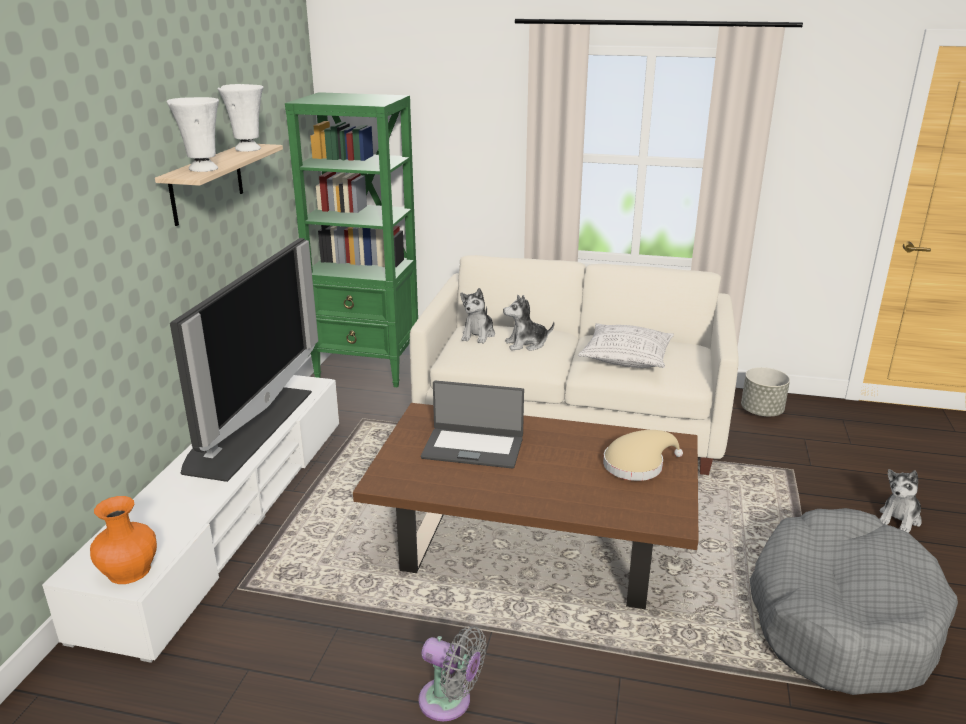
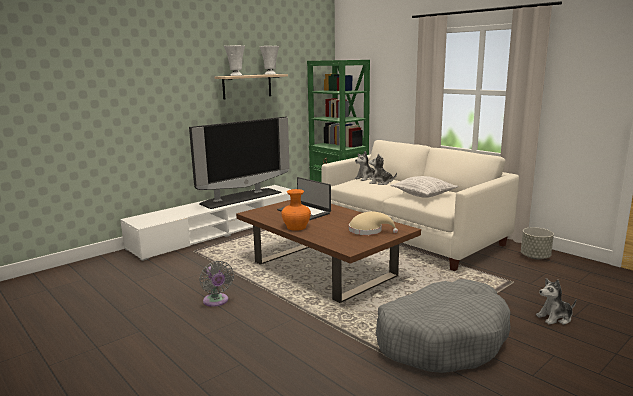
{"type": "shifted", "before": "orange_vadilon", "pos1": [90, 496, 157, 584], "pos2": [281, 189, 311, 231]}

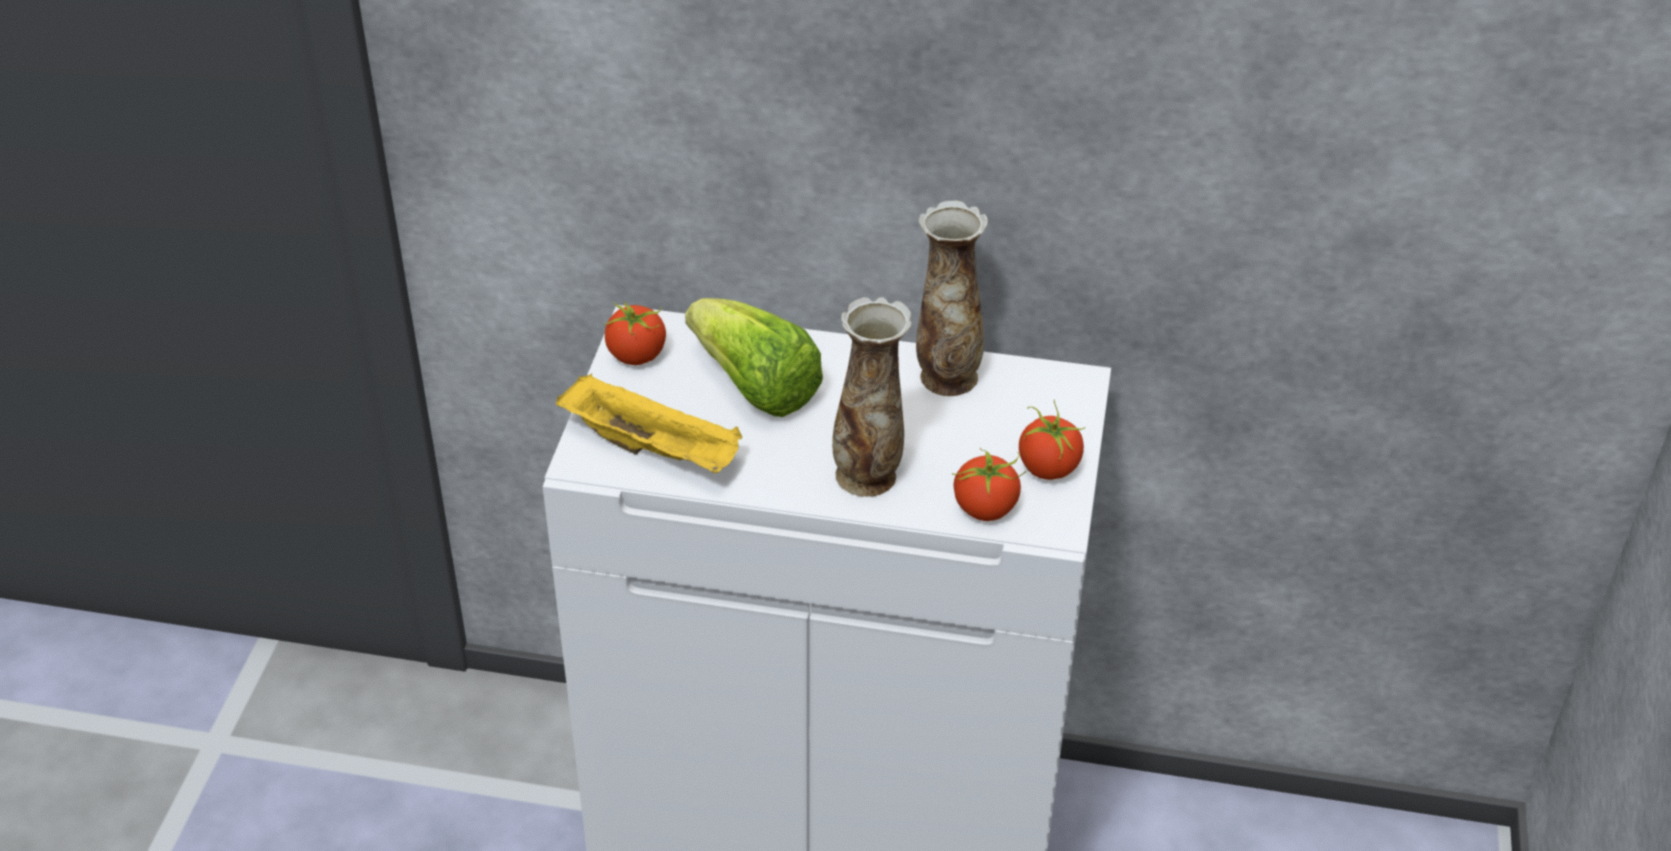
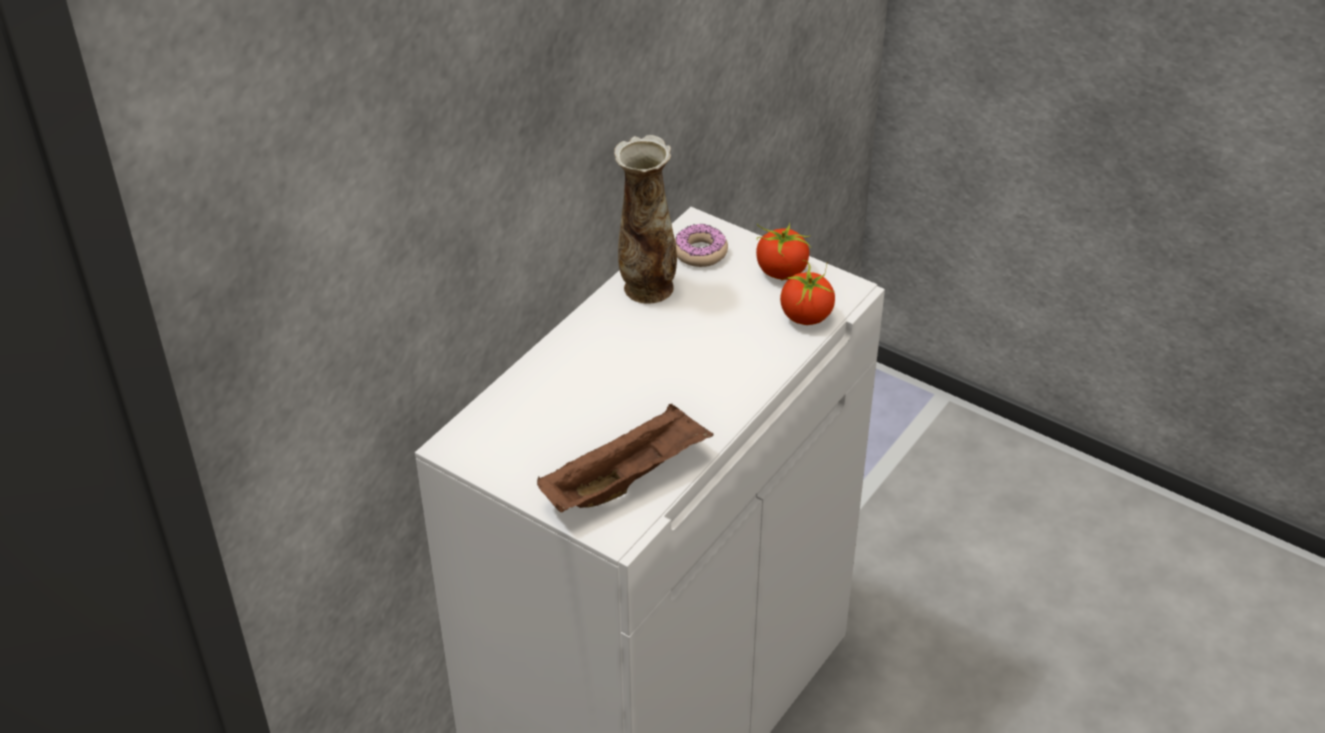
{"type": "gone", "before": "vadilon", "pos1": [832, 297, 912, 497]}
{"type": "gone", "before": "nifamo", "pos1": [685, 298, 823, 417]}
{"type": "gone", "before": "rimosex", "pos1": [605, 302, 666, 365]}
{"type": "repainted", "before": "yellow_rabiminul", "after": "brown_rabiminul", "pos1": [556, 374, 742, 473], "pos2": [537, 404, 714, 512]}
{"type": "new", "after": "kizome", "pos2": [675, 223, 728, 267]}

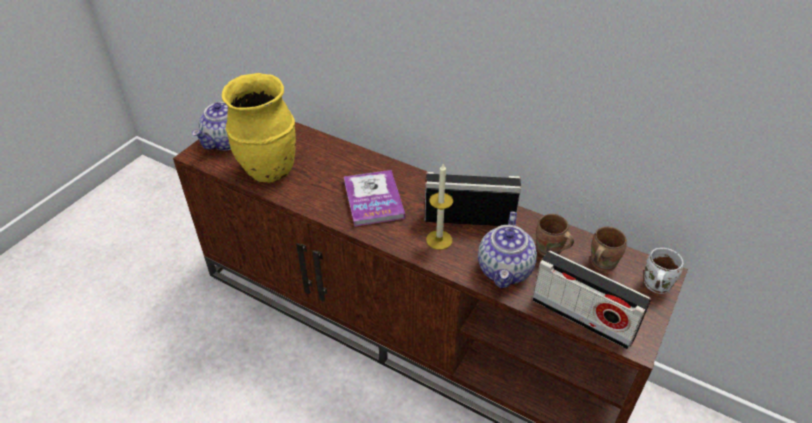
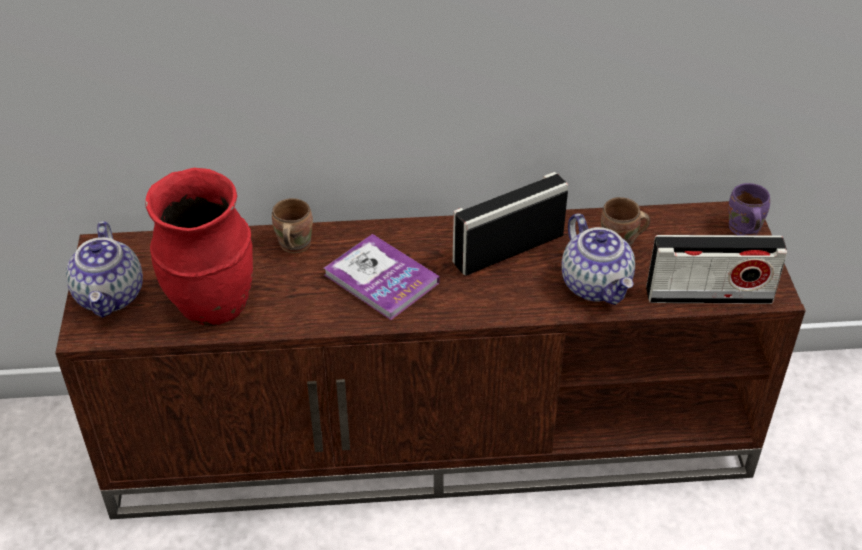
{"type": "repainted", "before": "yellow_vadilon", "after": "red_vadilon", "pos1": [222, 73, 296, 183], "pos2": [145, 168, 253, 325]}
{"type": "gone", "before": "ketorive", "pos1": [426, 164, 453, 250]}
{"type": "shifted", "before": "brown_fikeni", "pos1": [591, 227, 627, 272], "pos2": [272, 198, 313, 253]}
{"type": "repainted", "before": "white_fikeni", "after": "purple_fikeni", "pos1": [644, 248, 684, 294], "pos2": [729, 183, 770, 235]}

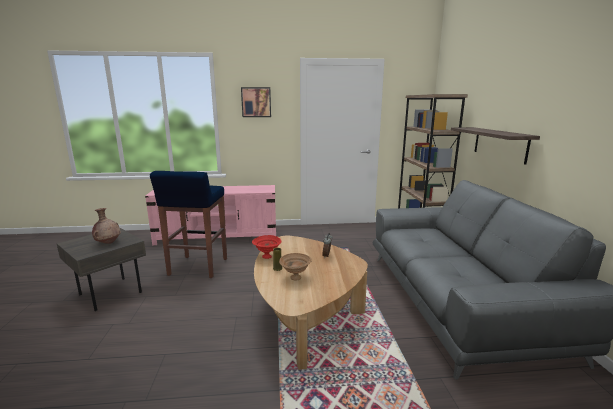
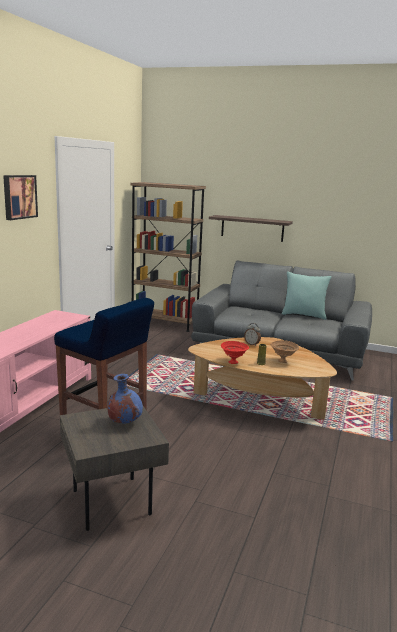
{"type": "repainted", "before": "brown_vadilon", "after": "blue_vadilon", "pos1": [92, 208, 121, 244], "pos2": [107, 374, 143, 423]}
{"type": "new", "after": "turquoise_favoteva", "pos2": [281, 271, 332, 320]}

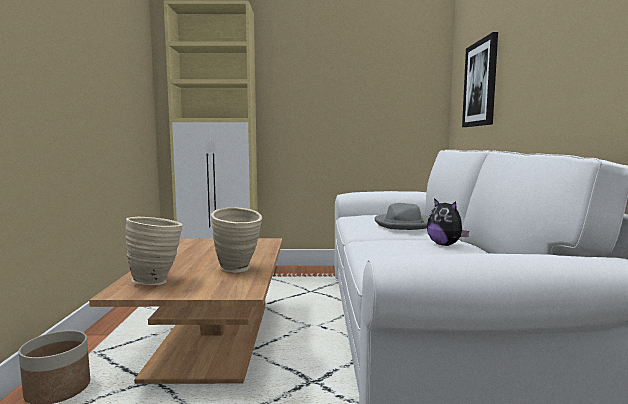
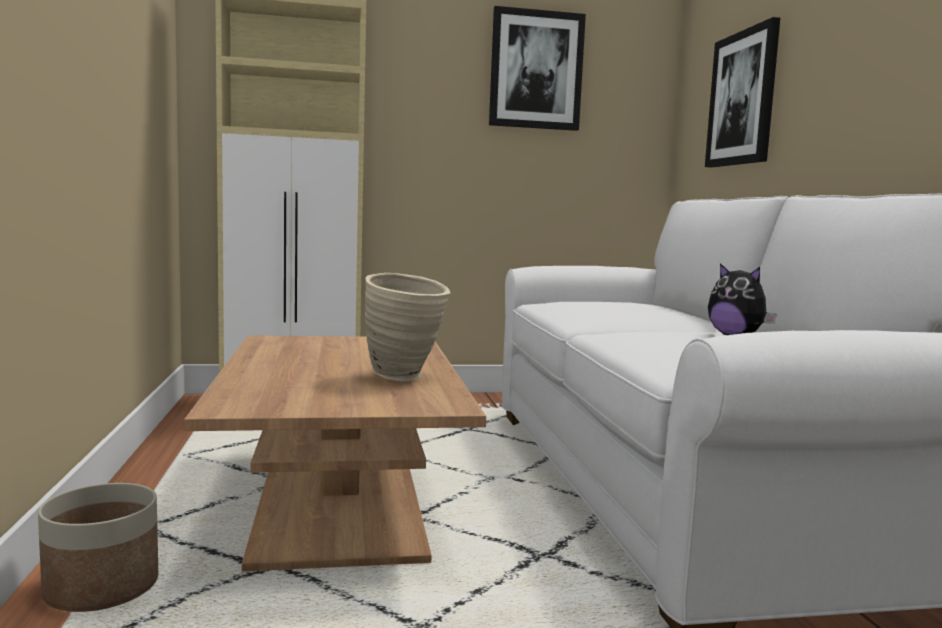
{"type": "gone", "before": "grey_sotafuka", "pos1": [375, 203, 429, 230]}
{"type": "gone", "before": "beige_vadilon", "pos1": [126, 217, 183, 285]}
{"type": "new", "after": "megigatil", "pos2": [489, 6, 586, 131]}

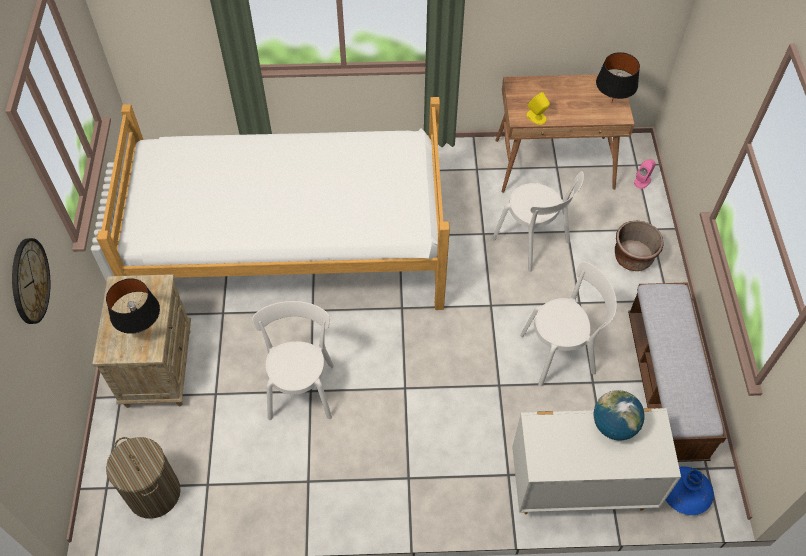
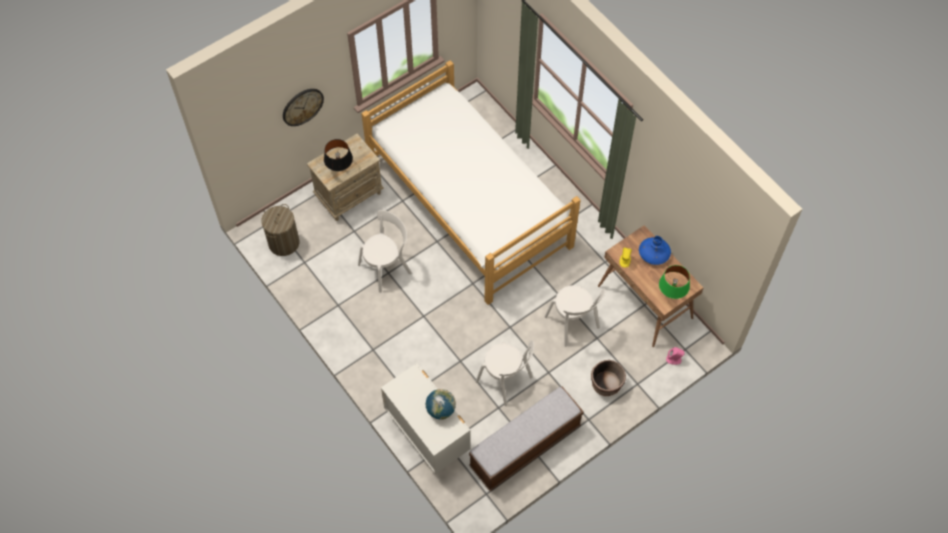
{"type": "repainted", "before": "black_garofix", "after": "green_garofix", "pos1": [596, 52, 640, 104], "pos2": [659, 265, 690, 299]}
{"type": "rotated", "before": "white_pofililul", "pos1": [492, 171, 584, 272], "pos2": [545, 285, 605, 347], "turn": -45}
{"type": "shifted", "before": "blue_vadilon", "pos1": [666, 467, 714, 515], "pos2": [639, 236, 671, 265]}

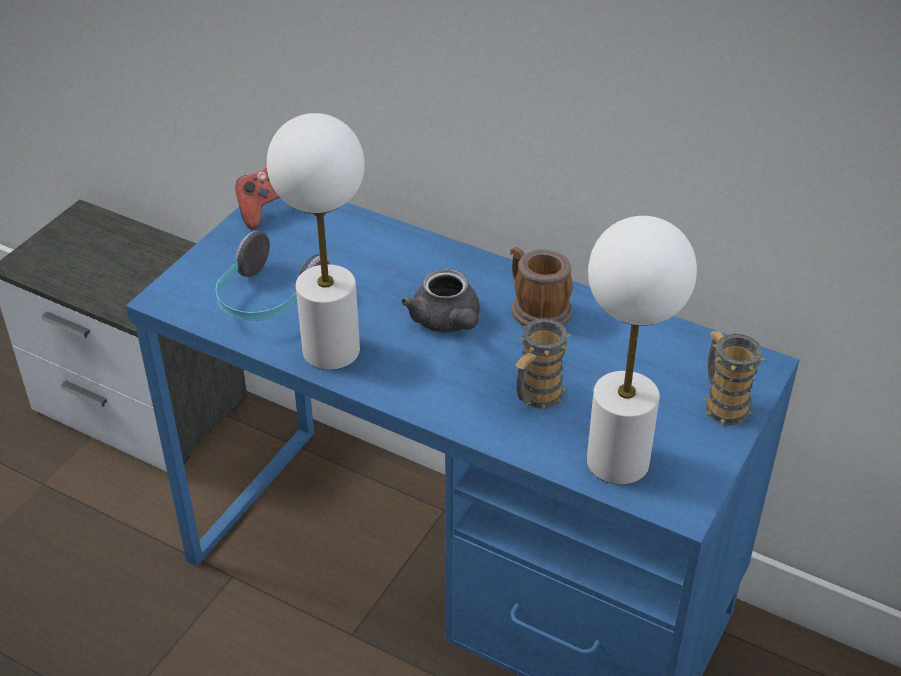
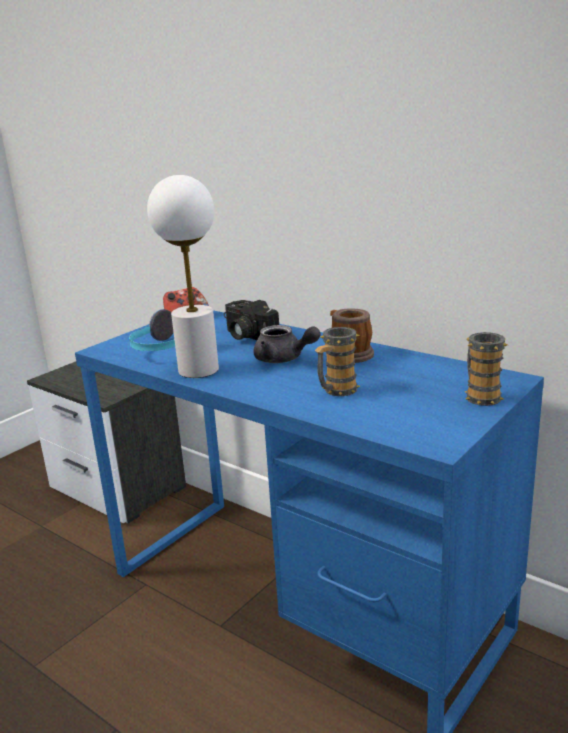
{"type": "gone", "before": "white_garofix", "pos1": [587, 216, 697, 485]}
{"type": "rotated", "before": "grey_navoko", "pos1": [401, 269, 480, 333], "pos2": [253, 325, 320, 363], "turn": -45}
{"type": "new", "after": "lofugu", "pos2": [224, 300, 279, 340]}

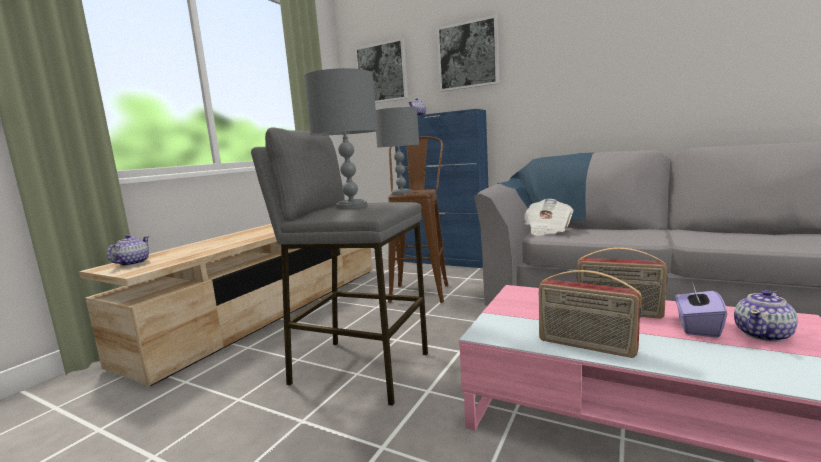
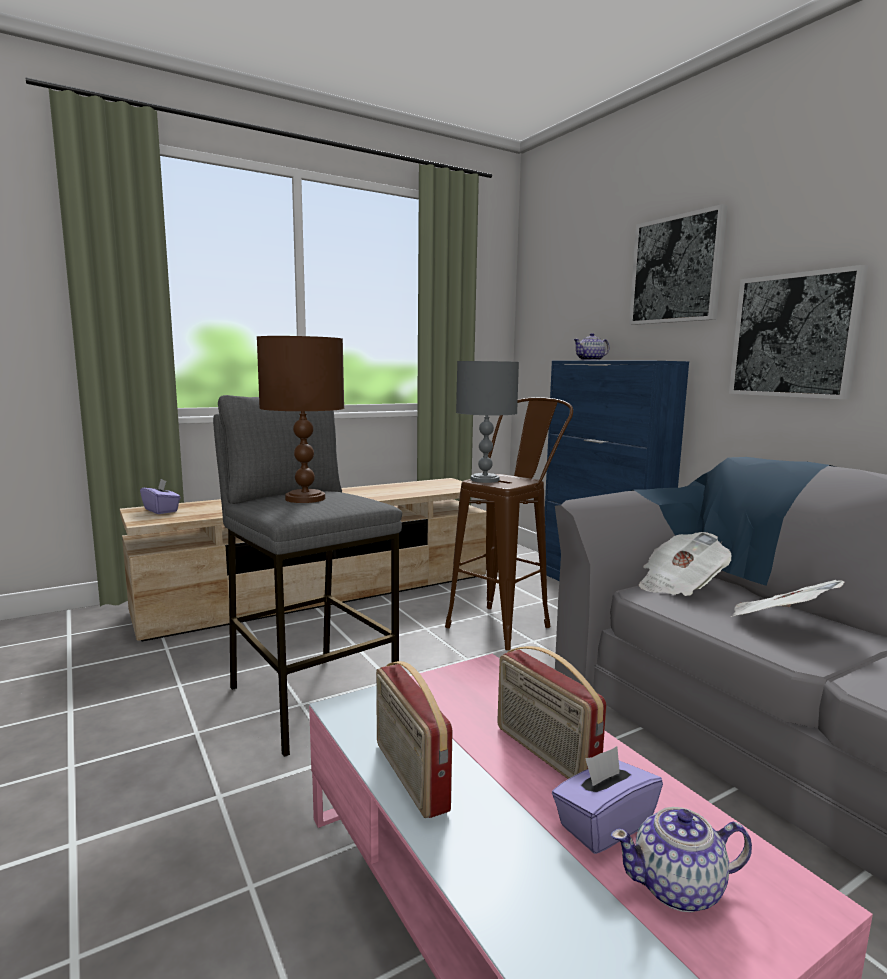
{"type": "shifted", "before": "megigatil", "pos1": [355, 38, 408, 103], "pos2": [729, 265, 868, 399]}
{"type": "repainted", "before": "grey_garofix", "after": "brown_garofix", "pos1": [304, 68, 378, 209], "pos2": [257, 336, 344, 503]}
{"type": "swapped", "before": "navoko", "after": "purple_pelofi", "pos1": [107, 234, 150, 266], "pos2": [140, 479, 181, 514]}
{"type": "new", "after": "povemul", "pos2": [731, 580, 844, 617]}

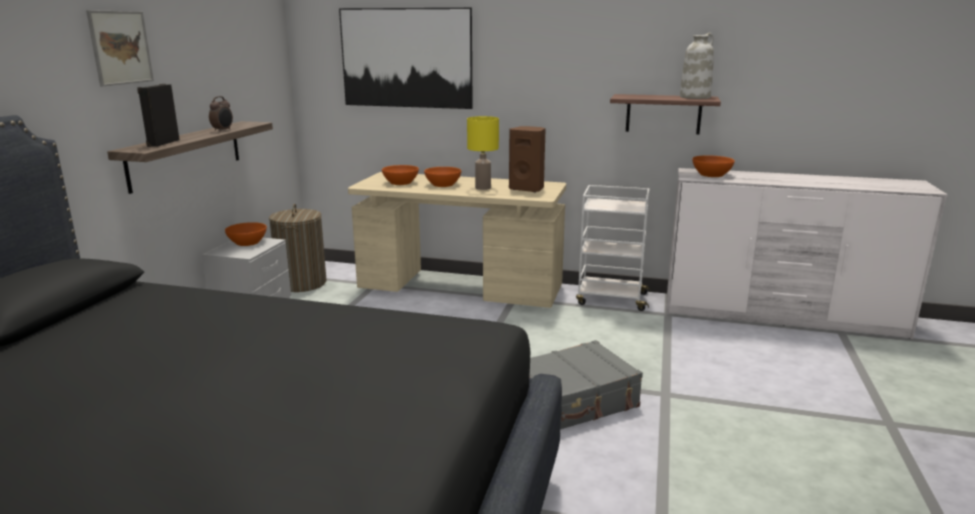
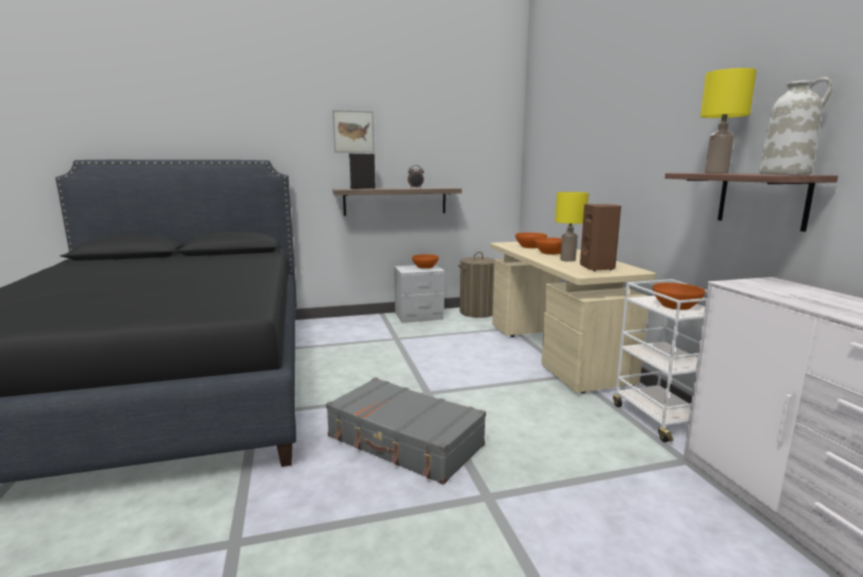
{"type": "gone", "before": "megigatil", "pos1": [339, 8, 473, 109]}
{"type": "shifted", "before": "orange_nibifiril", "pos1": [692, 155, 735, 177], "pos2": [653, 283, 705, 310]}
{"type": "new", "after": "yellow_garofix", "pos2": [700, 68, 757, 173]}

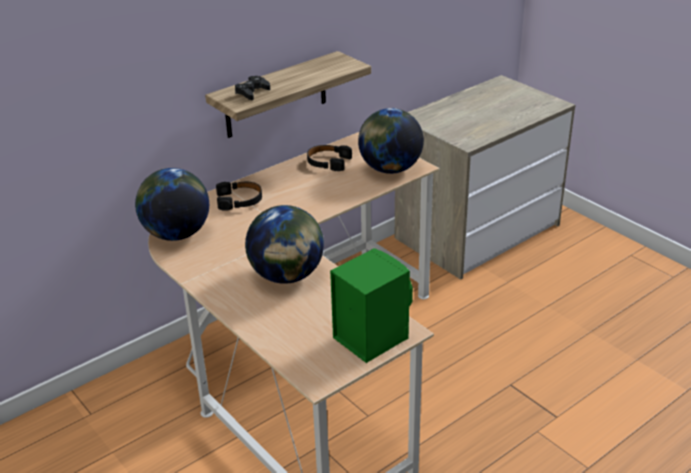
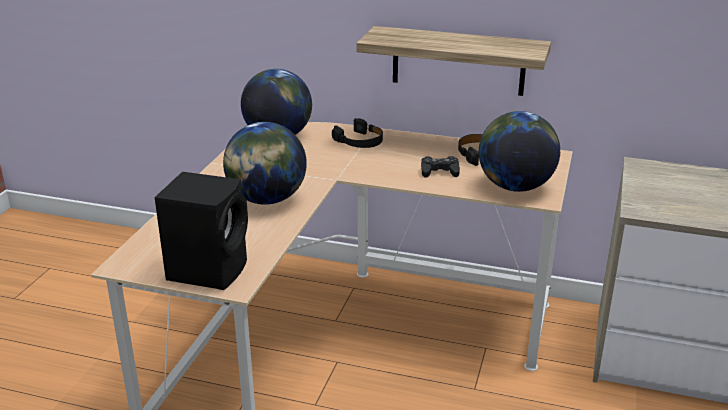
{"type": "shifted", "before": "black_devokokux", "pos1": [235, 76, 270, 100], "pos2": [421, 156, 460, 177]}
{"type": "repainted", "before": "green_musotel", "after": "black_musotel", "pos1": [330, 248, 413, 363], "pos2": [155, 172, 248, 290]}

